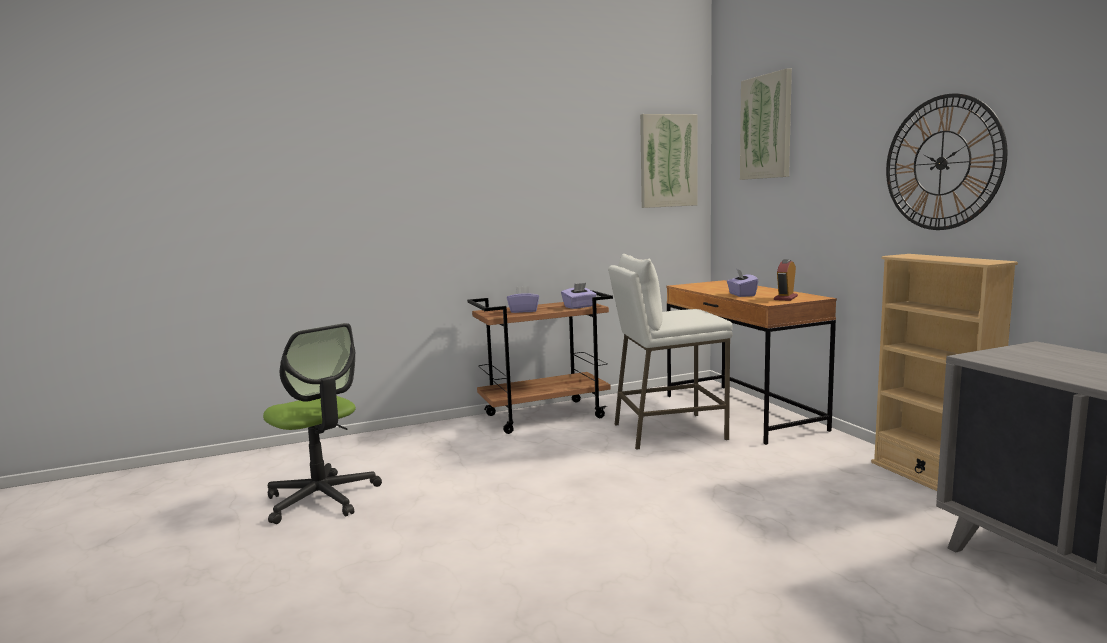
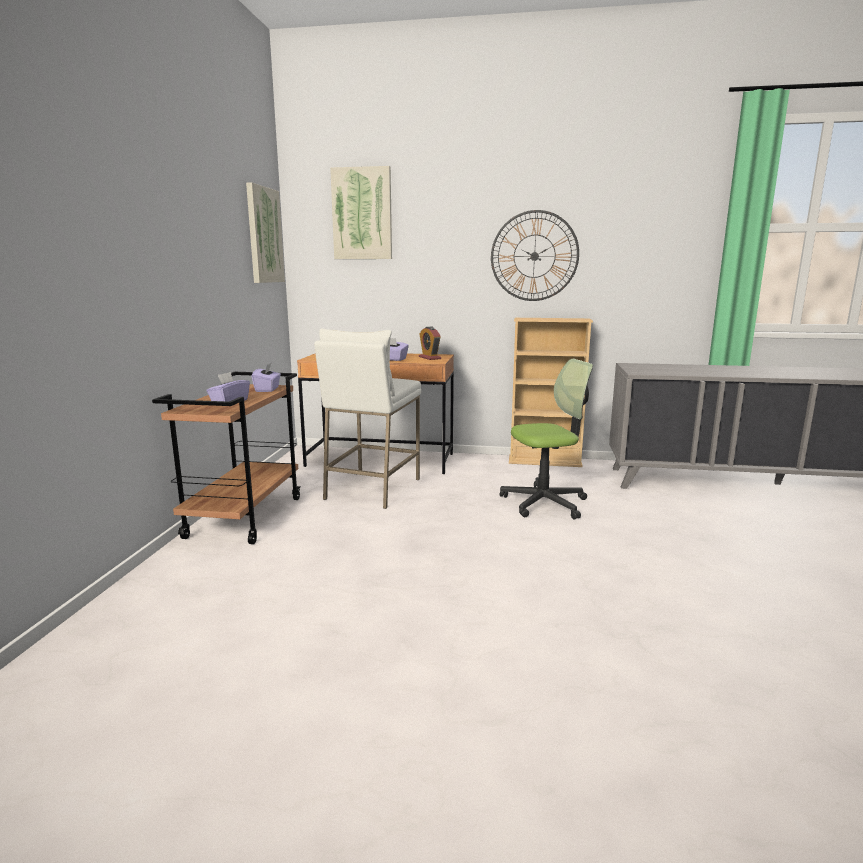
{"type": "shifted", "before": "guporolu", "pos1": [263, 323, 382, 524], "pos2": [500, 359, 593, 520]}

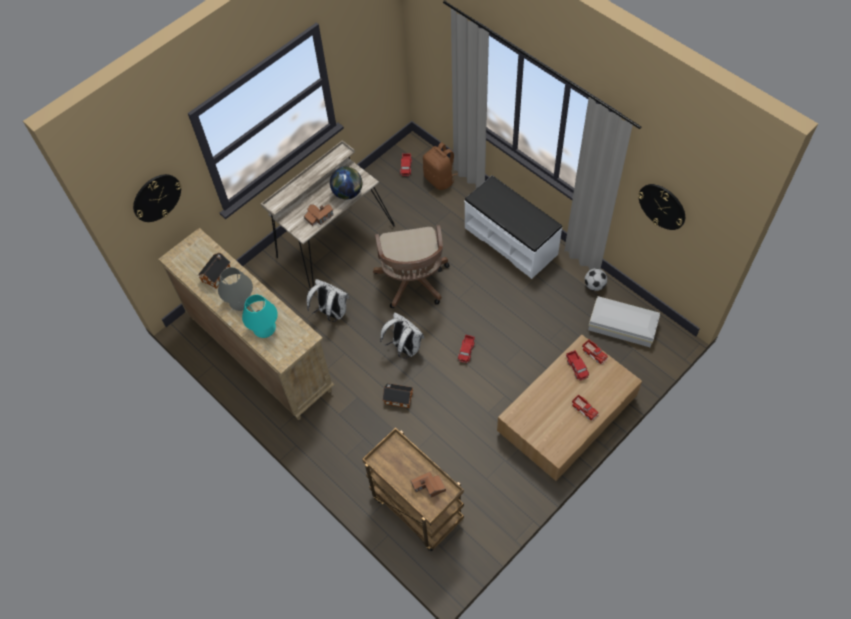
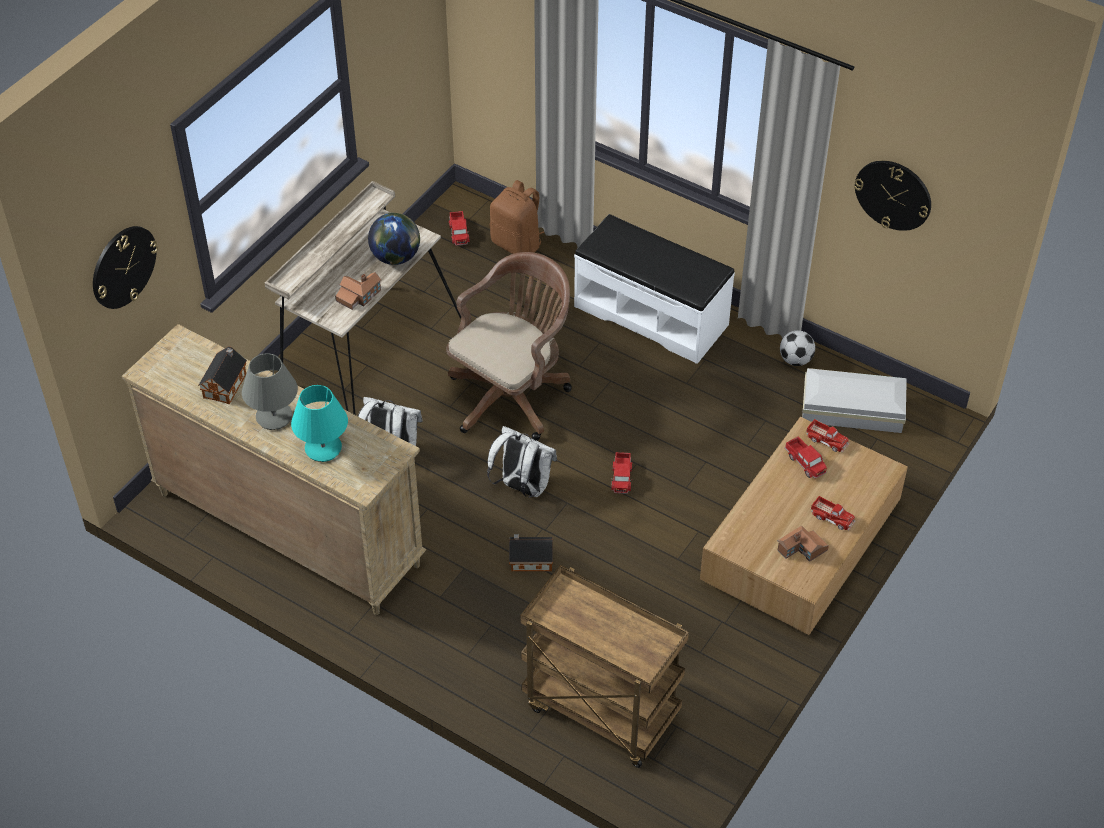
{"type": "rotated", "before": "brown_guporolu", "pos1": [373, 225, 450, 308], "pos2": [446, 252, 572, 441], "turn": -120}
{"type": "shifted", "before": "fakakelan", "pos1": [410, 472, 446, 497], "pos2": [778, 526, 829, 562]}

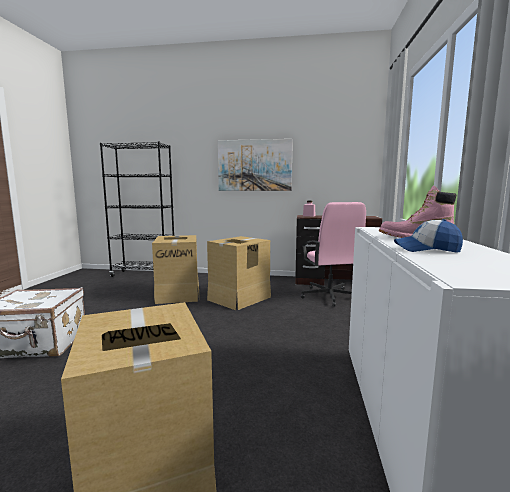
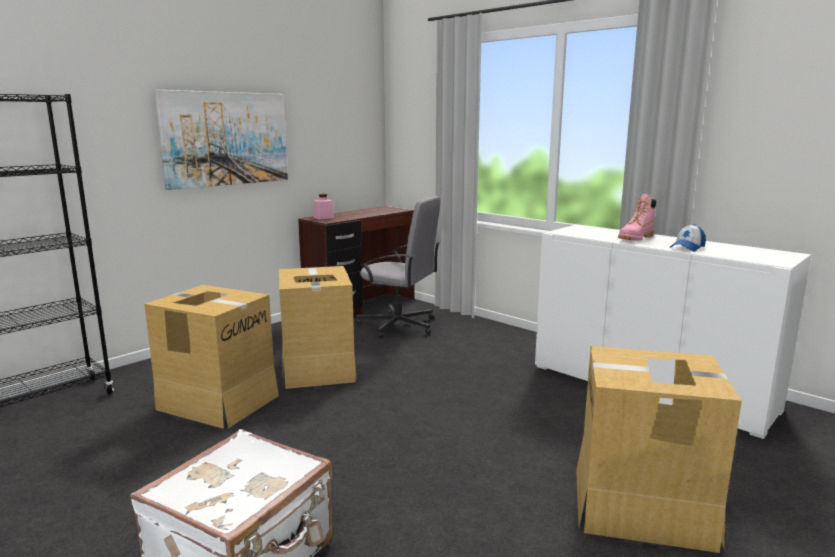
{"type": "repainted", "before": "pink_guporolu", "after": "grey_guporolu", "pos1": [301, 202, 366, 306], "pos2": [356, 196, 440, 339]}

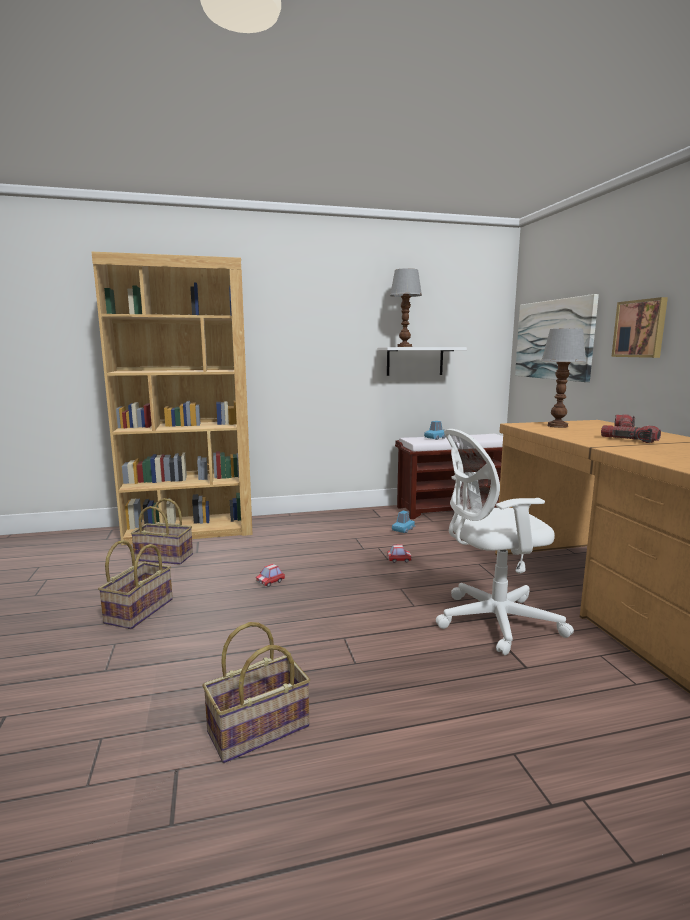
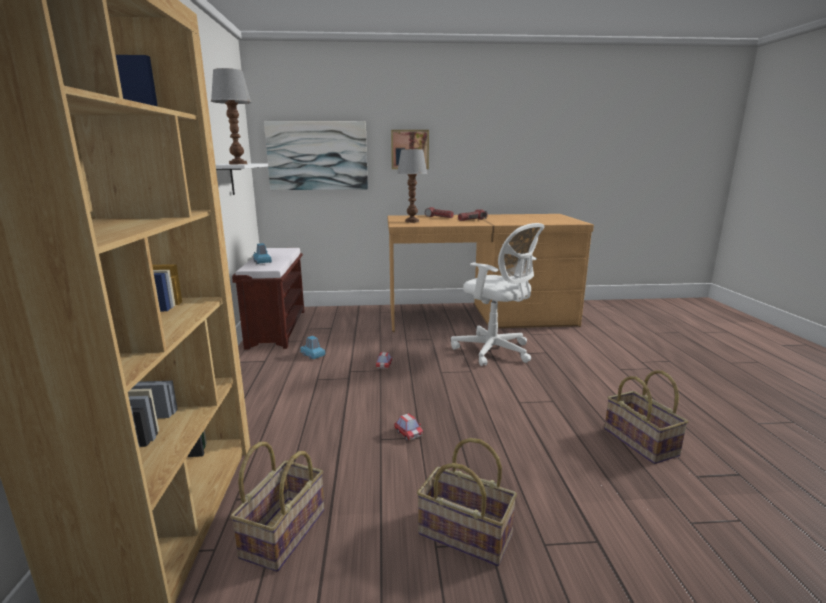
{"type": "rotated", "before": "white_guporolu", "pos1": [435, 429, 574, 655], "pos2": [451, 223, 545, 366], "turn": -45}

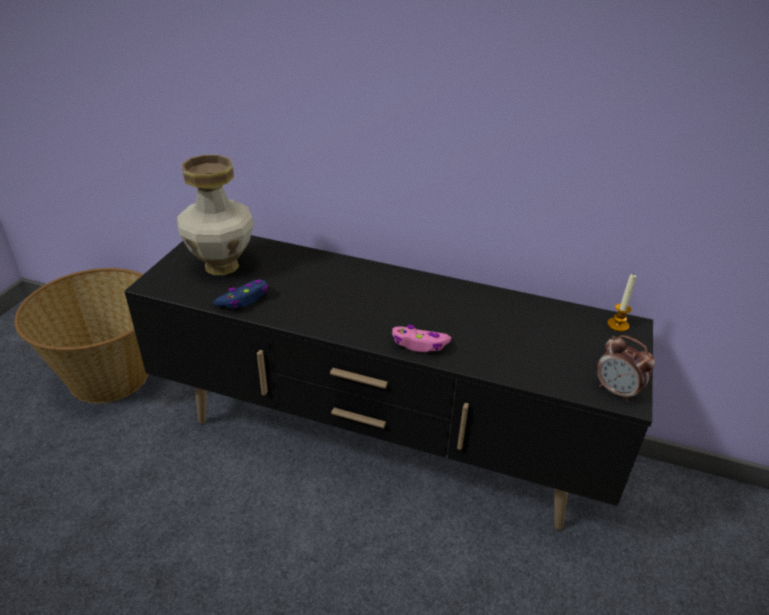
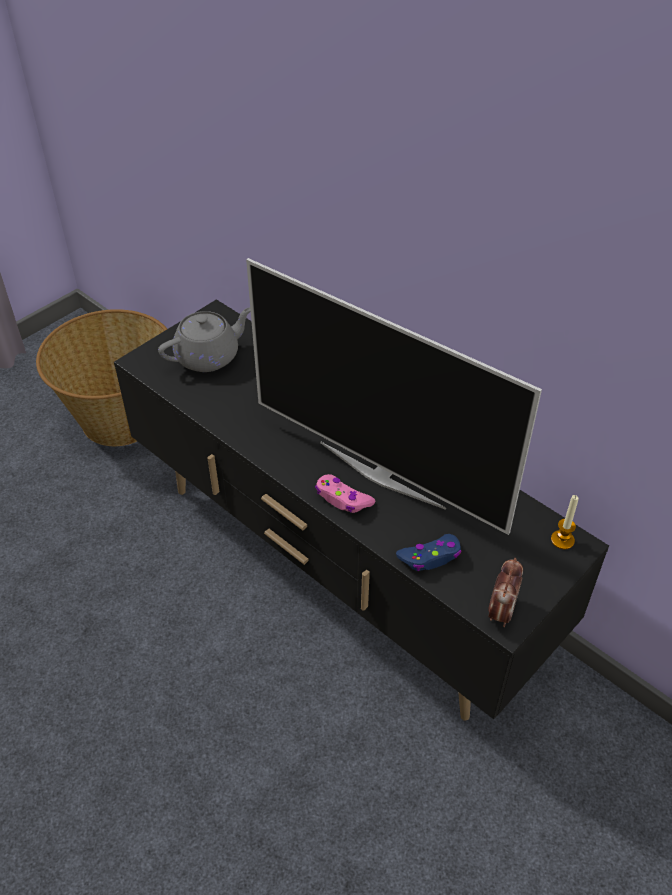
{"type": "swapped", "before": "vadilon", "after": "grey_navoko", "pos1": [177, 155, 254, 275], "pos2": [158, 307, 251, 372]}
{"type": "shifted", "before": "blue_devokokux", "pos1": [213, 279, 268, 309], "pos2": [396, 534, 461, 571]}
{"type": "rotated", "before": "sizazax", "pos1": [596, 335, 655, 402], "pos2": [488, 558, 523, 627], "turn": -135}
{"type": "new", "after": "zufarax", "pos2": [246, 258, 542, 535]}

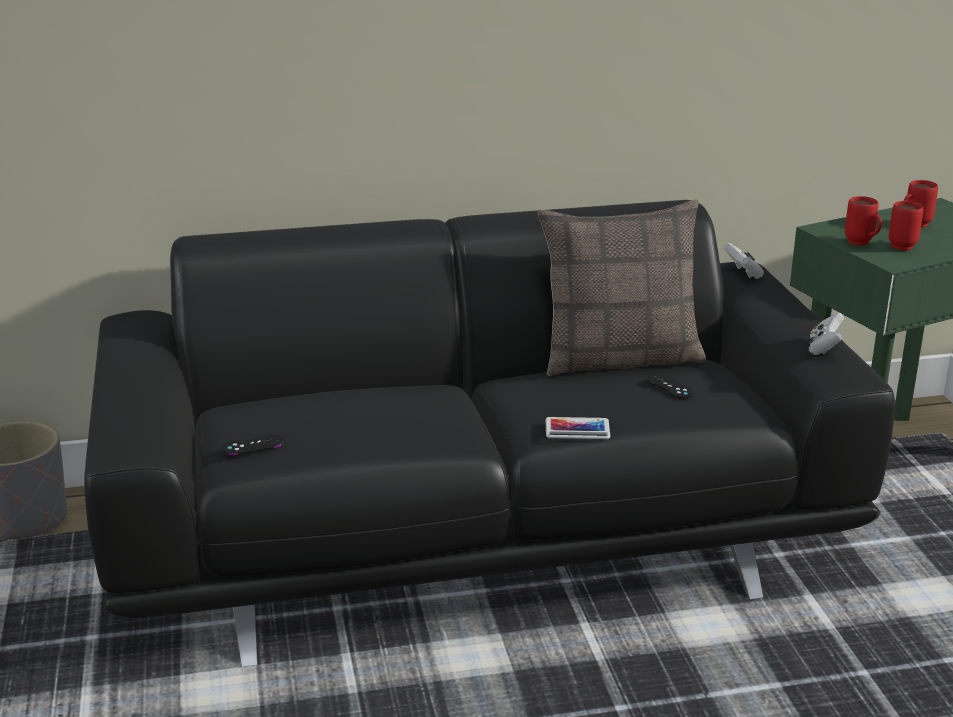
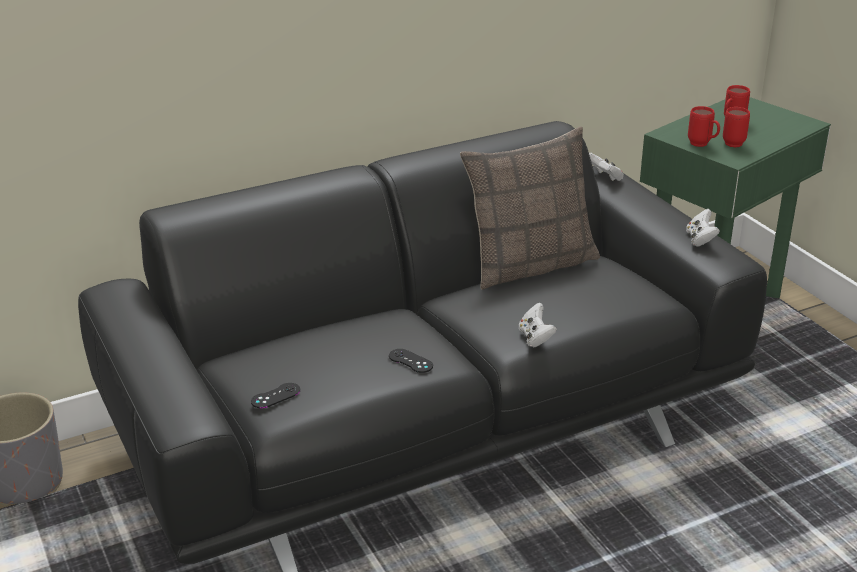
{"type": "shifted", "before": "black_devokokux", "pos1": [647, 374, 694, 399], "pos2": [389, 349, 433, 373]}
{"type": "swapped", "before": "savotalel", "after": "white_devokokux", "pos1": [546, 417, 610, 439], "pos2": [519, 303, 557, 347]}

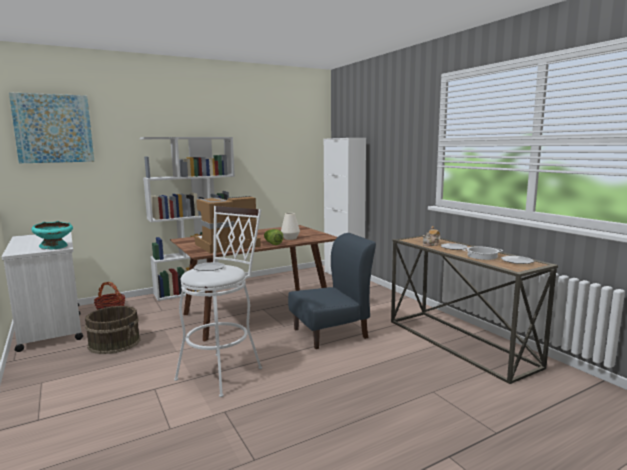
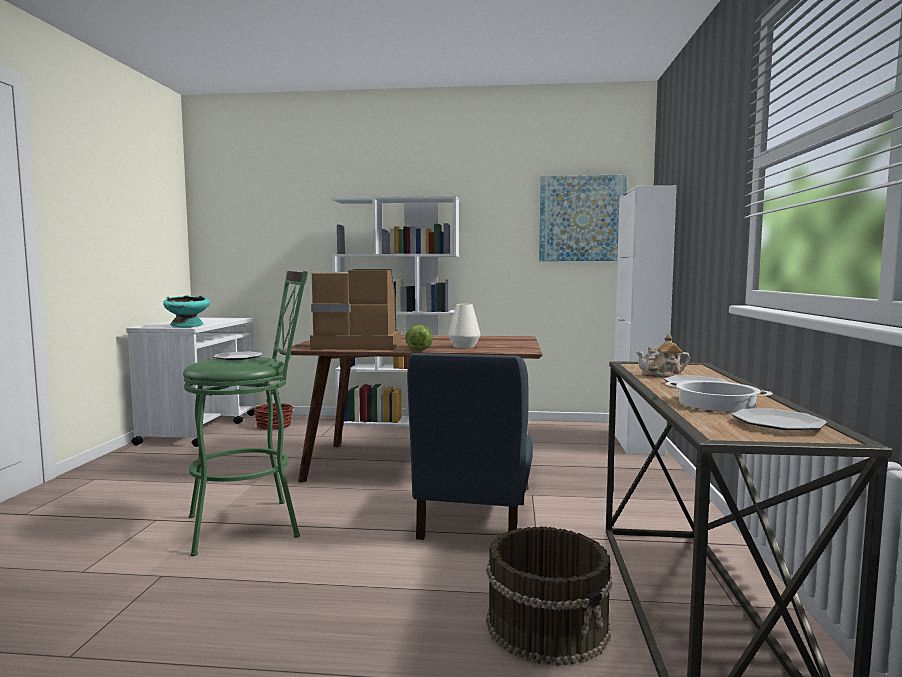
{"type": "shifted", "before": "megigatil", "pos1": [9, 92, 94, 163], "pos2": [539, 174, 627, 261]}
{"type": "repainted", "before": "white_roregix", "after": "green_roregix", "pos1": [174, 206, 262, 397], "pos2": [183, 271, 308, 556]}
{"type": "rotated", "before": "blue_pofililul", "pos1": [288, 233, 376, 349], "pos2": [407, 353, 533, 540], "turn": 90}
{"type": "shifted", "before": "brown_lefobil", "pos1": [85, 306, 141, 354], "pos2": [486, 526, 612, 666]}

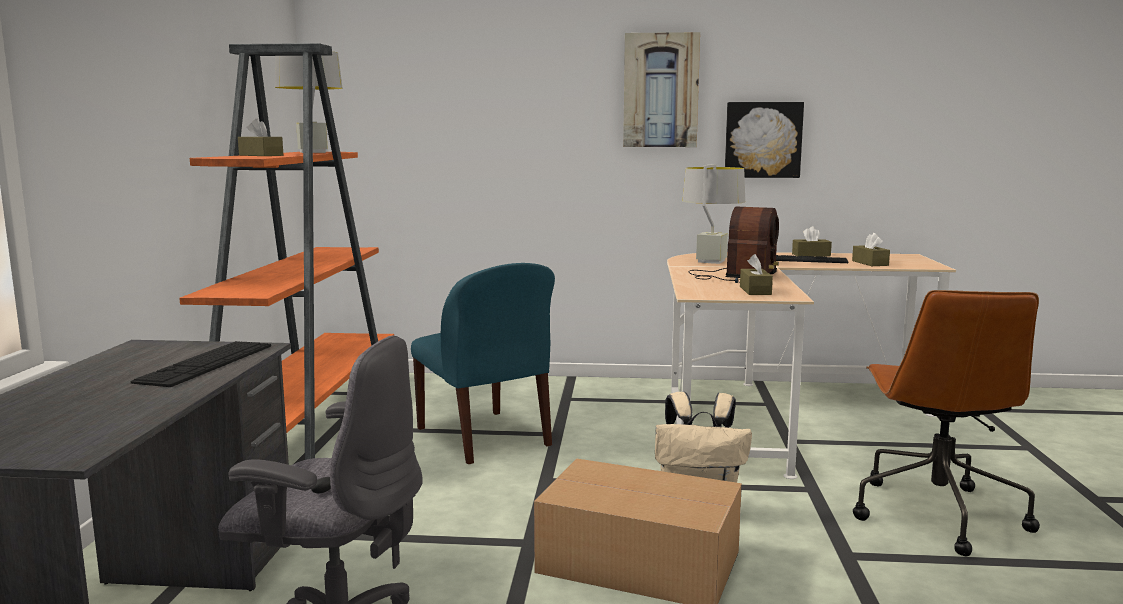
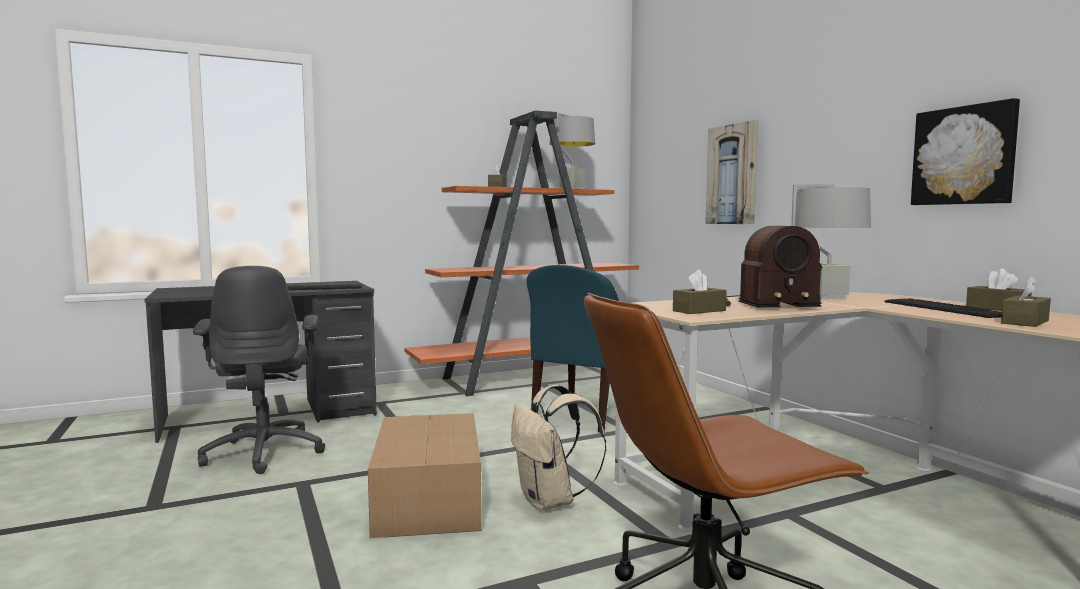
{"type": "shifted", "before": "megigatil", "pos1": [623, 32, 700, 147], "pos2": [705, 120, 758, 224]}

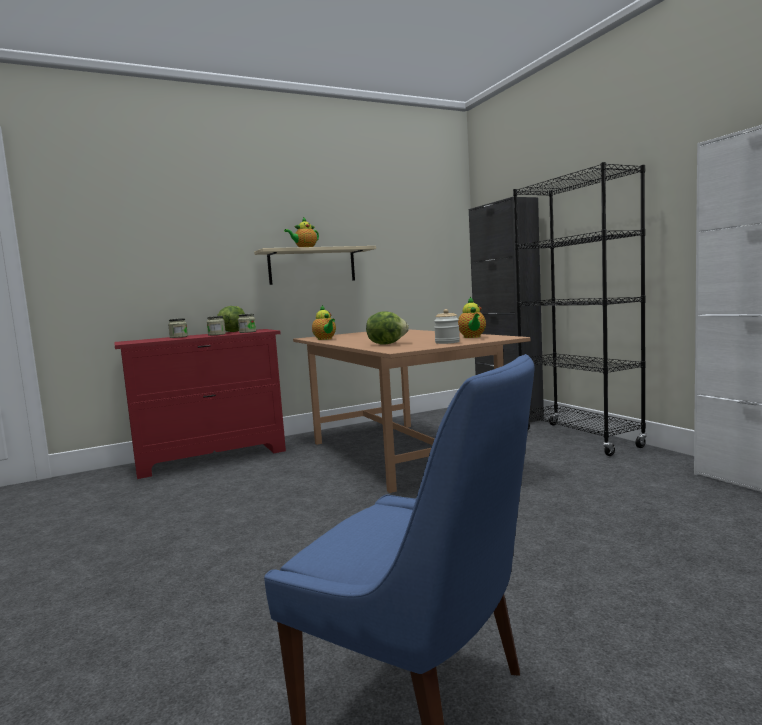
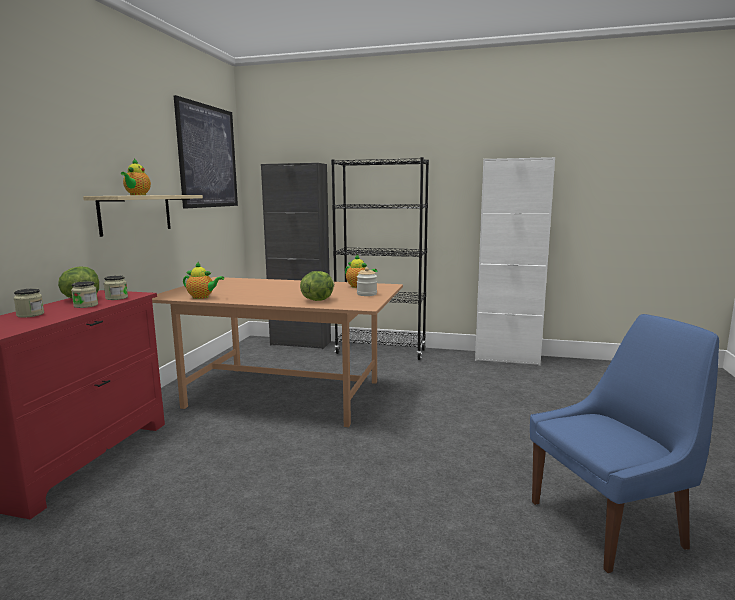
{"type": "new", "after": "megigatil", "pos2": [174, 95, 238, 209]}

